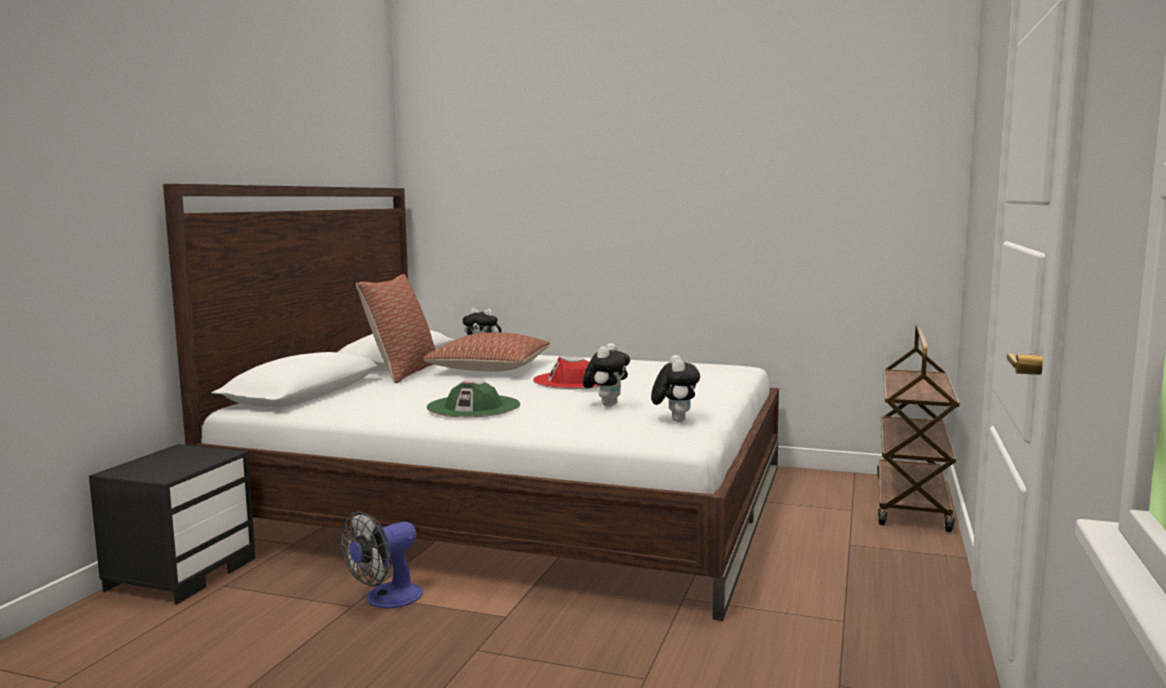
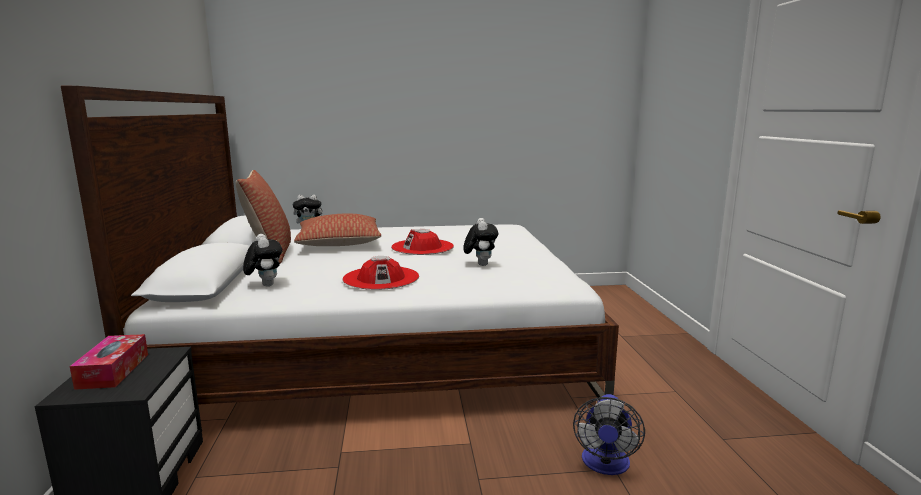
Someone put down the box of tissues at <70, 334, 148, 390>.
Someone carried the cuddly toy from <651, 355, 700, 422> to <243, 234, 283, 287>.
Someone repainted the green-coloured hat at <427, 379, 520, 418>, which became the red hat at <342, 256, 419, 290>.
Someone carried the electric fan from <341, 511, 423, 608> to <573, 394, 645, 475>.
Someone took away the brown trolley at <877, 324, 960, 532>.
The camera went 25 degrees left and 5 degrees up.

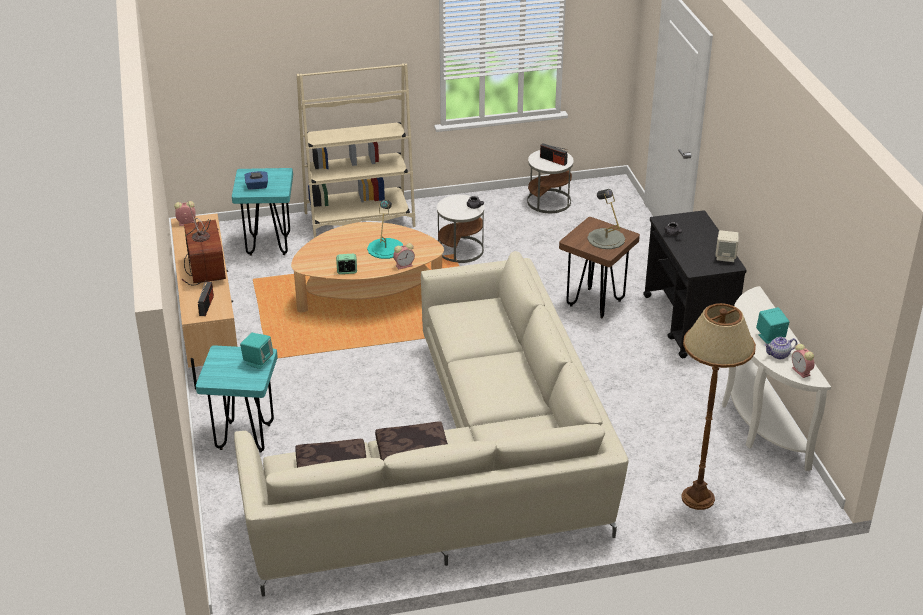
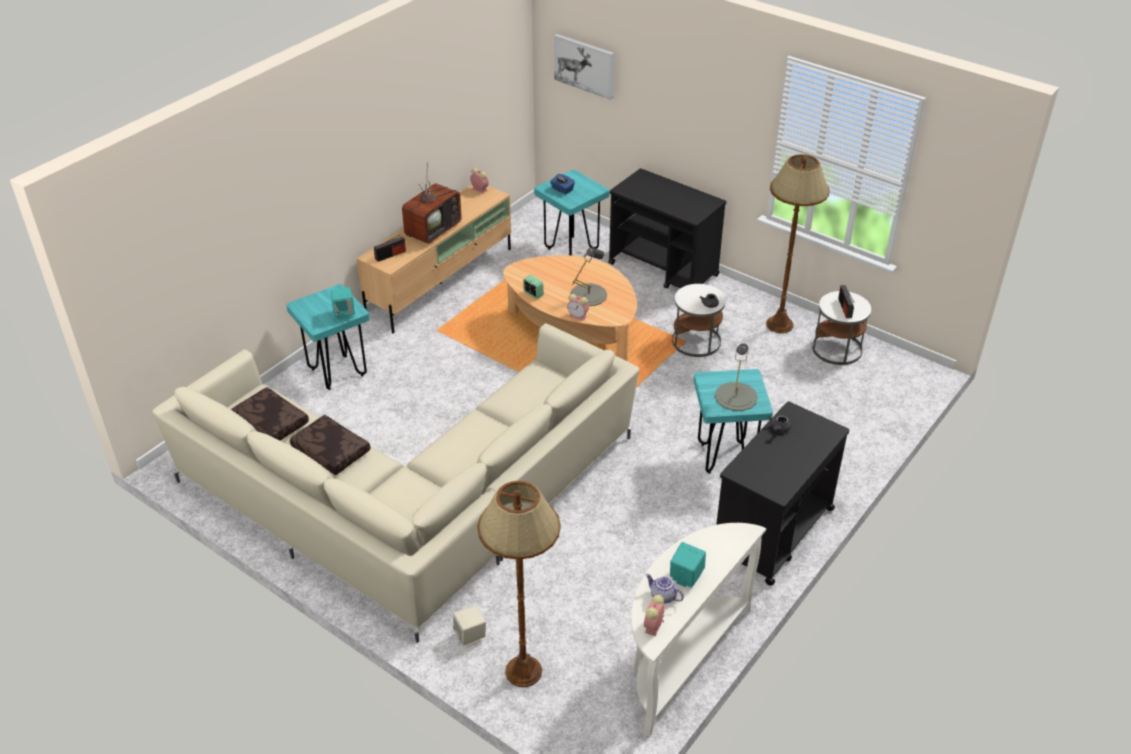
Someone carried the beige-coloured audio speaker from <715, 230, 739, 262> to <453, 606, 486, 648>.
Someone put up the wall art at <554, 34, 614, 100>.
Someone repainted the turquoise-coloured lamp for a table at <367, 200, 403, 259>, which became the gray lamp for a table at <570, 247, 607, 306>.
Someone swapped the beige-coloured bookshelf at <297, 63, 416, 238> for the black trolley at <608, 168, 726, 288>.
Someone repainted the brown sitting stool at <559, 217, 640, 319>, which became the turquoise-coloured sitting stool at <693, 369, 773, 474>.
Someone put down the brown standing lamp at <766, 154, 830, 333>.
The camera went 50 degrees right and 5 degrees up.

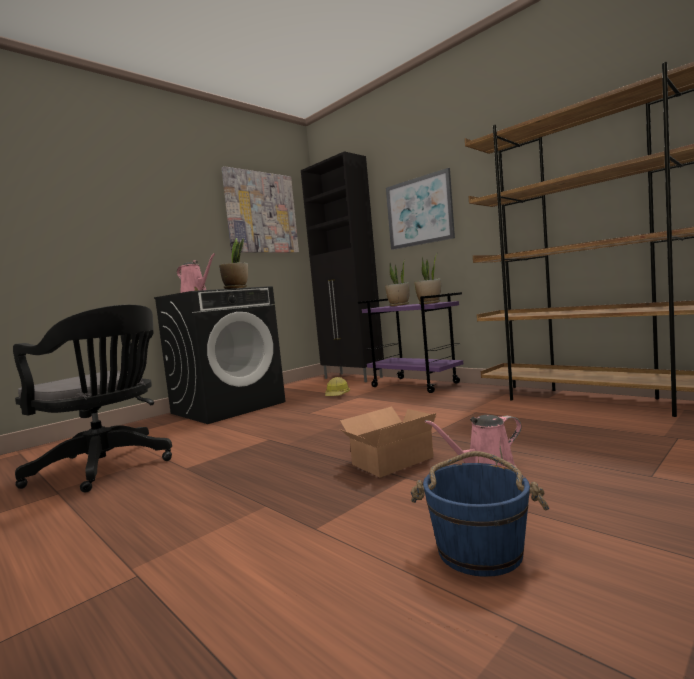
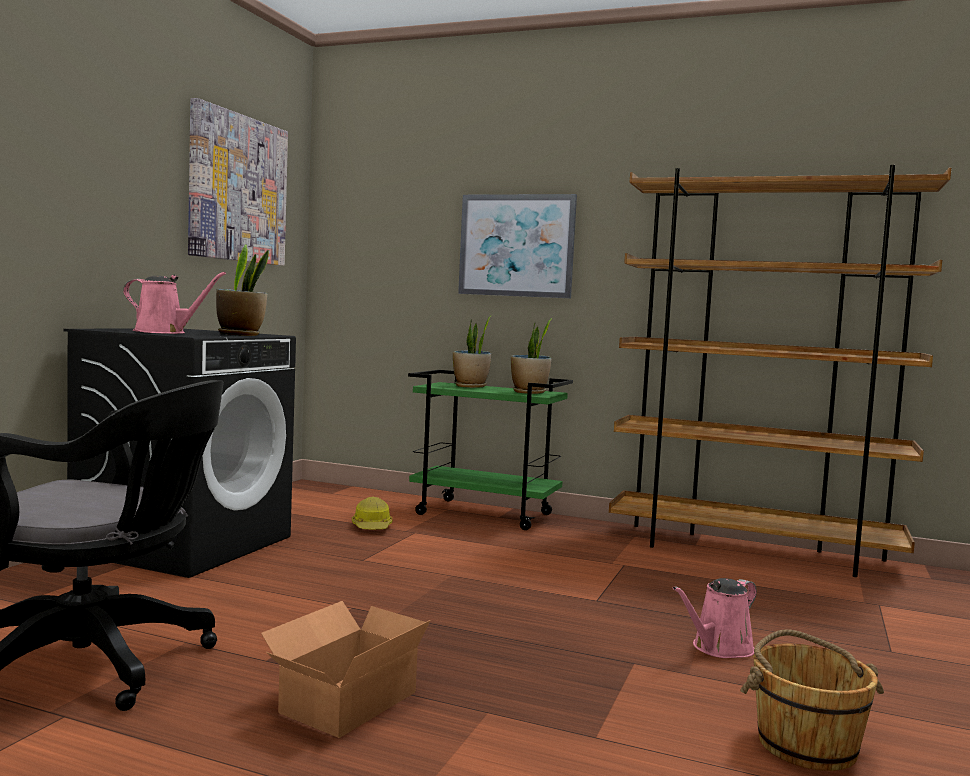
Someone carried the packing box from <340, 406, 436, 478> to <261, 601, 431, 738>.
Someone repainted the purple trolley at <358, 292, 463, 393>, which became the green-coloured trolley at <408, 370, 573, 530>.
Someone repainted the bluish bucket at <410, 451, 549, 577>, which became the brown bucket at <740, 629, 884, 771>.
Someone took away the black storage cabinet at <301, 151, 384, 382>.
The camera went 25 degrees left and 0 degrees up.

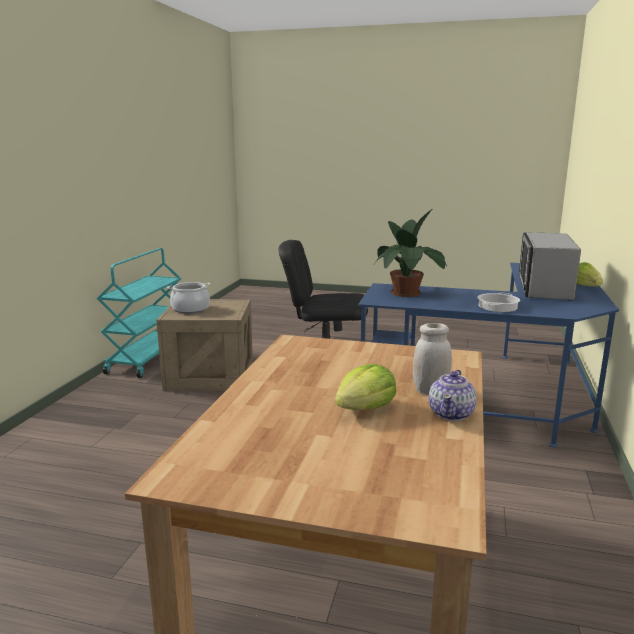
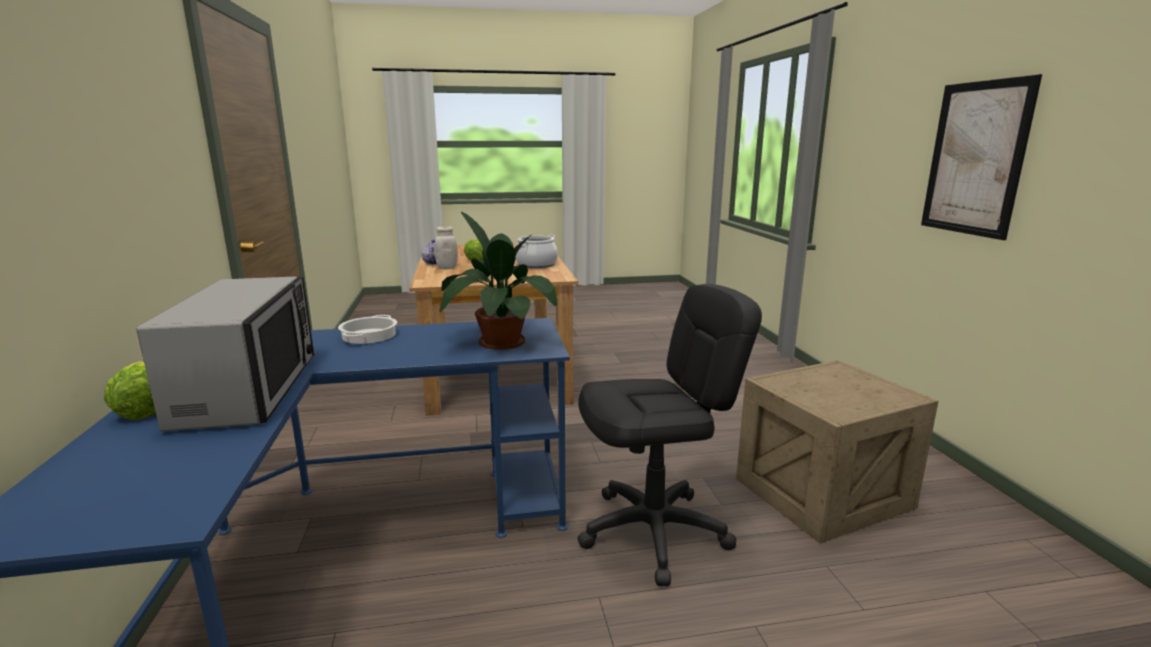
Someone carried the stockpot from <167, 282, 211, 314> to <516, 235, 558, 268>.
Someone put up the wall art at <921, 74, 1042, 240>.
Someone took away the turquoise-coloured trolley at <97, 248, 182, 378>.
The camera went 155 degrees right and 0 degrees up.

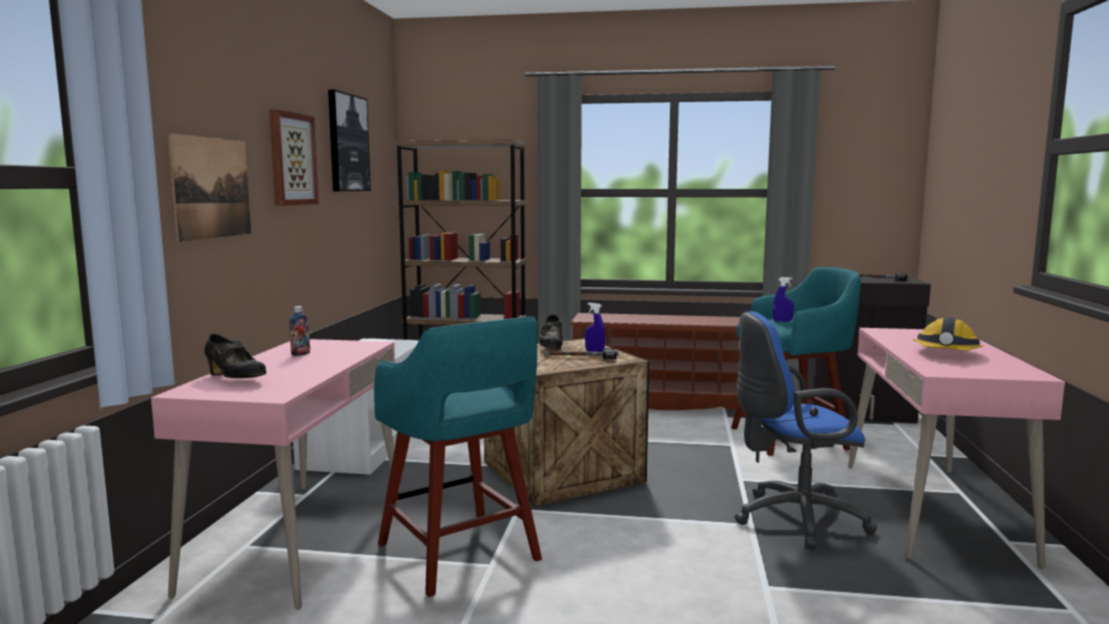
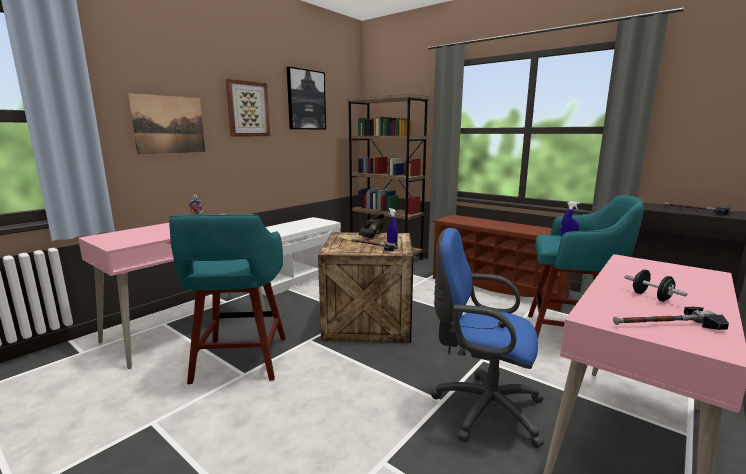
Someone put down the hammer at <613, 307, 729, 330>.
Someone swapped the hard hat at <913, 317, 984, 351> for the black free weight at <624, 269, 687, 302>.
Someone took away the black item of footwear at <204, 334, 266, 378>.
The camera went 30 degrees right and 5 degrees up.

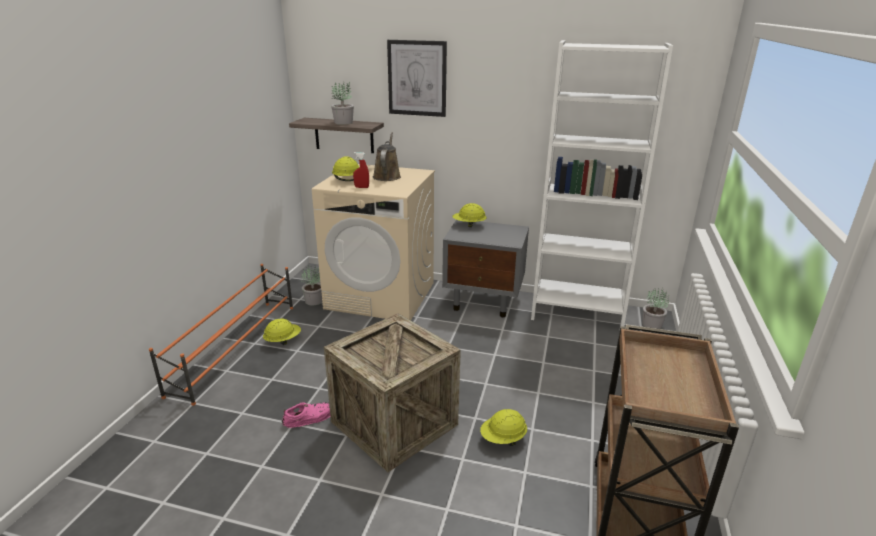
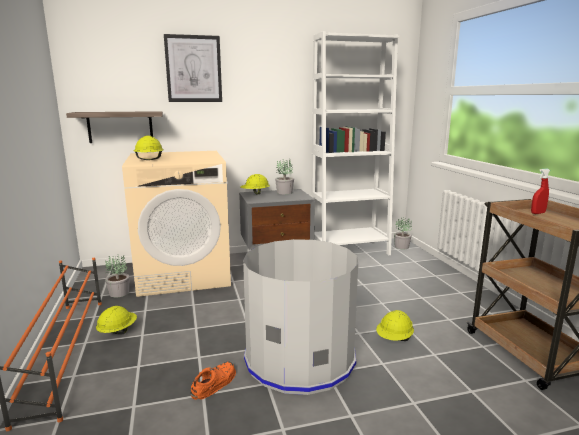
Someone repainted the pink item of footwear at <282, 402, 330, 428>, which became the orange-coloured item of footwear at <190, 361, 236, 400>.
Someone swapped the shipping crate at <324, 313, 461, 472> for the gray trash can at <243, 239, 358, 395>.
Someone carried the houseplant from <331, 81, 354, 125> to <275, 159, 294, 194>.
Someone carried the red hand sprayer from <353, 152, 369, 188> to <531, 169, 550, 214>.
Someone took away the brown sprinkling can at <373, 132, 401, 181>.
The camera went 30 degrees left and 10 degrees down.

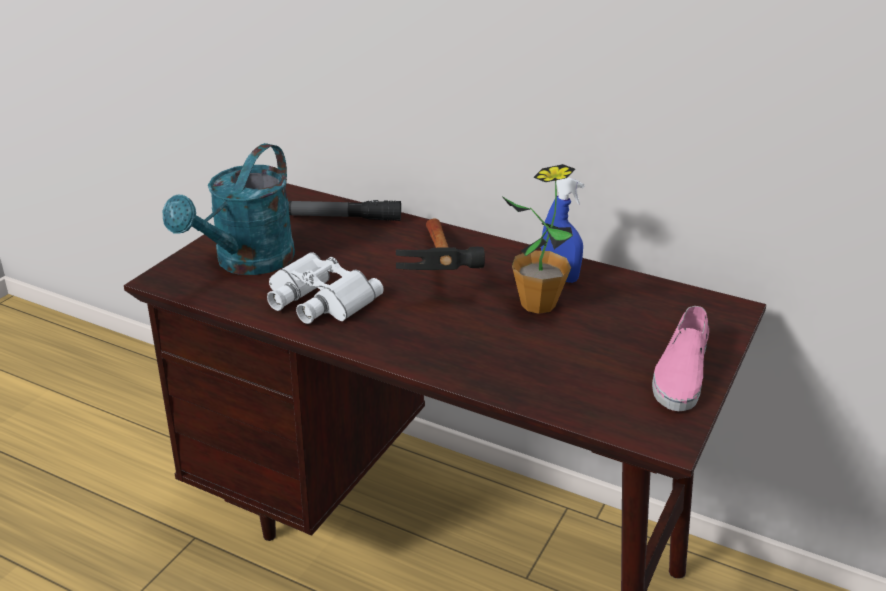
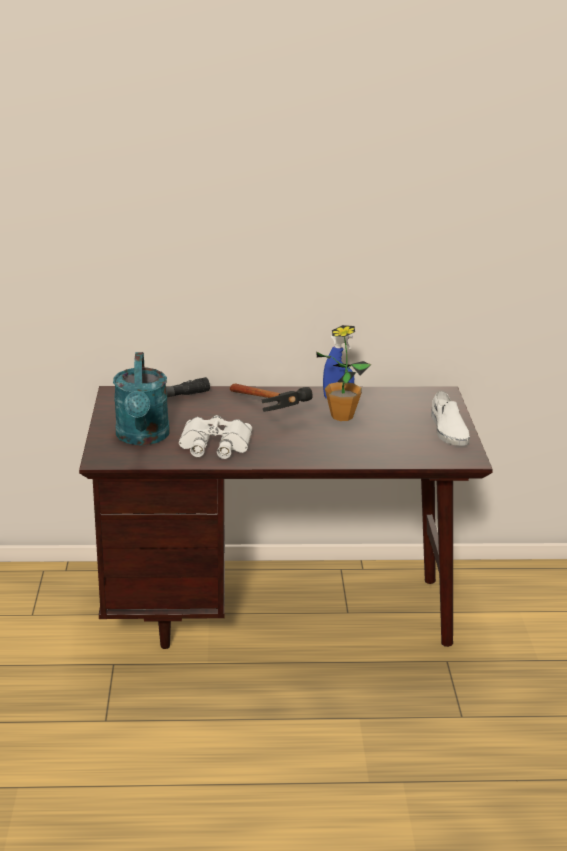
Someone repainted the pink item of footwear at <652, 306, 709, 411>, which became the white item of footwear at <431, 391, 470, 446>.
The camera went 30 degrees left and 5 degrees down.

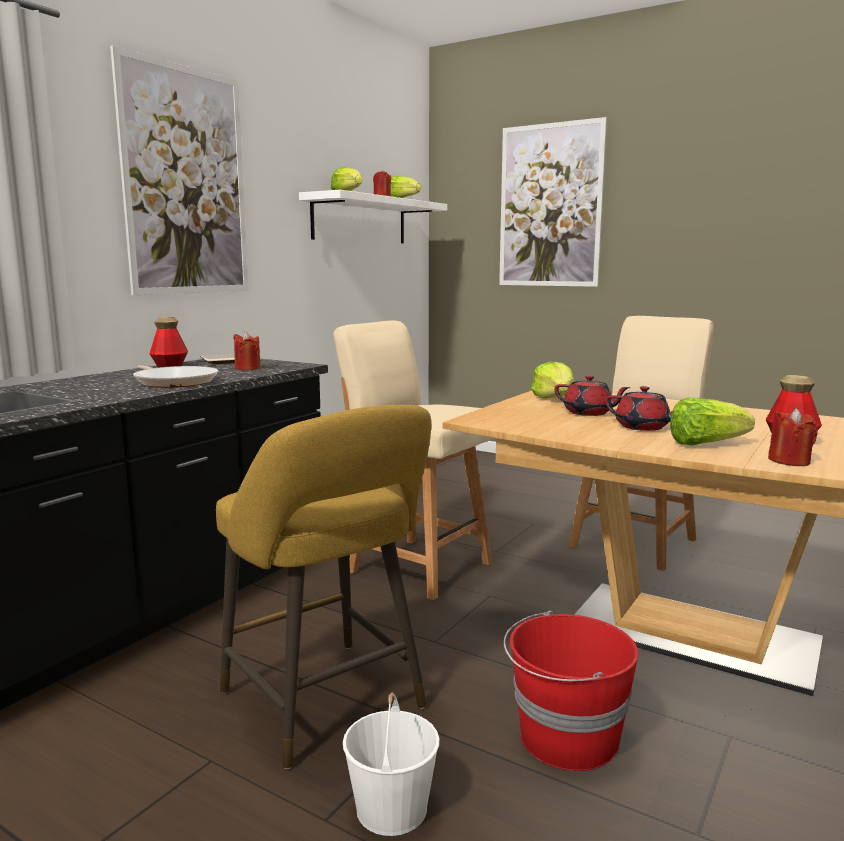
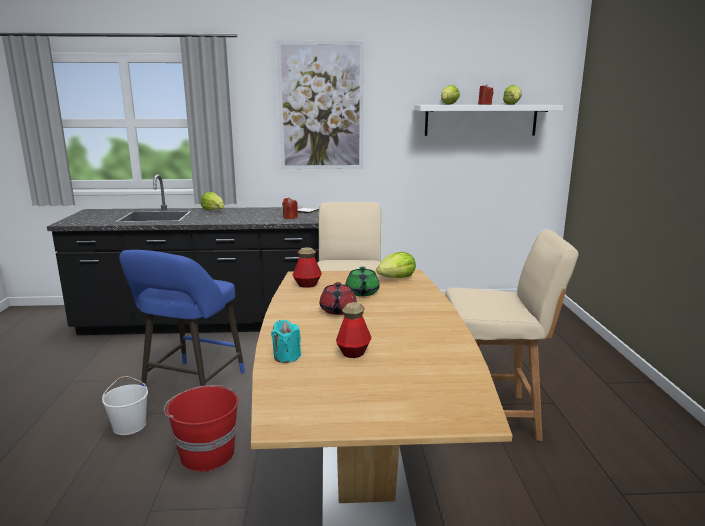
Someone repainted the yellow sitting stool at <216, 405, 431, 769>, which became the bluish sitting stool at <119, 250, 245, 387>.
Someone carried the head of lettuce from <670, 397, 755, 446> to <201, 191, 224, 210>.
Someone repainted the red candle at <768, 408, 817, 466>, which became the turquoise-coloured candle at <271, 320, 301, 363>.
Someone carried the beverage bottle from <149, 317, 188, 368> to <292, 247, 322, 288>.
Someone repainted the red teapot at <555, 375, 631, 416>, which became the green-coloured teapot at <345, 267, 380, 296>.
Someone took away the pan at <133, 365, 218, 388>.
Someone took away the wall art at <499, 117, 607, 287>.
The camera went 55 degrees right and 5 degrees up.

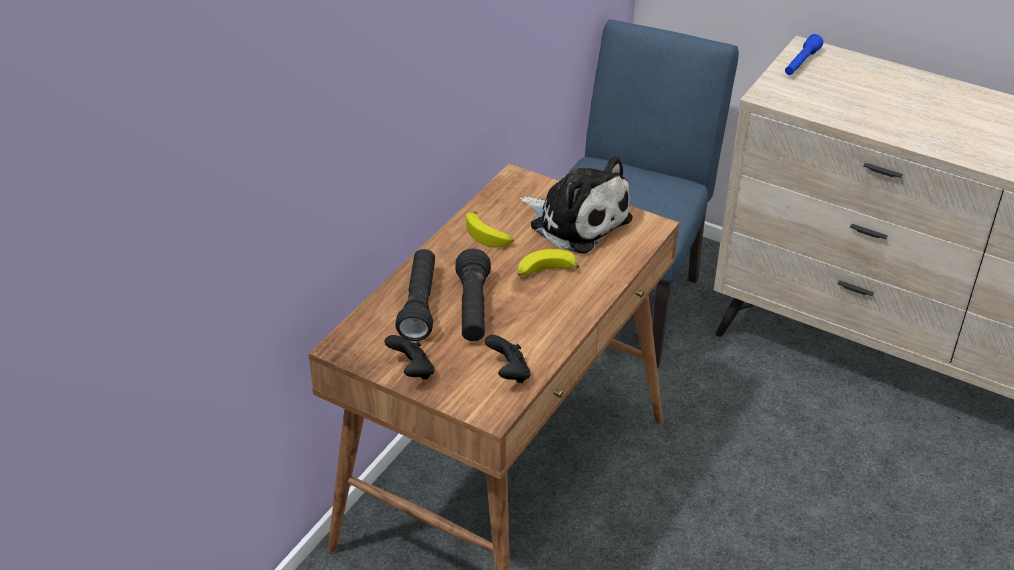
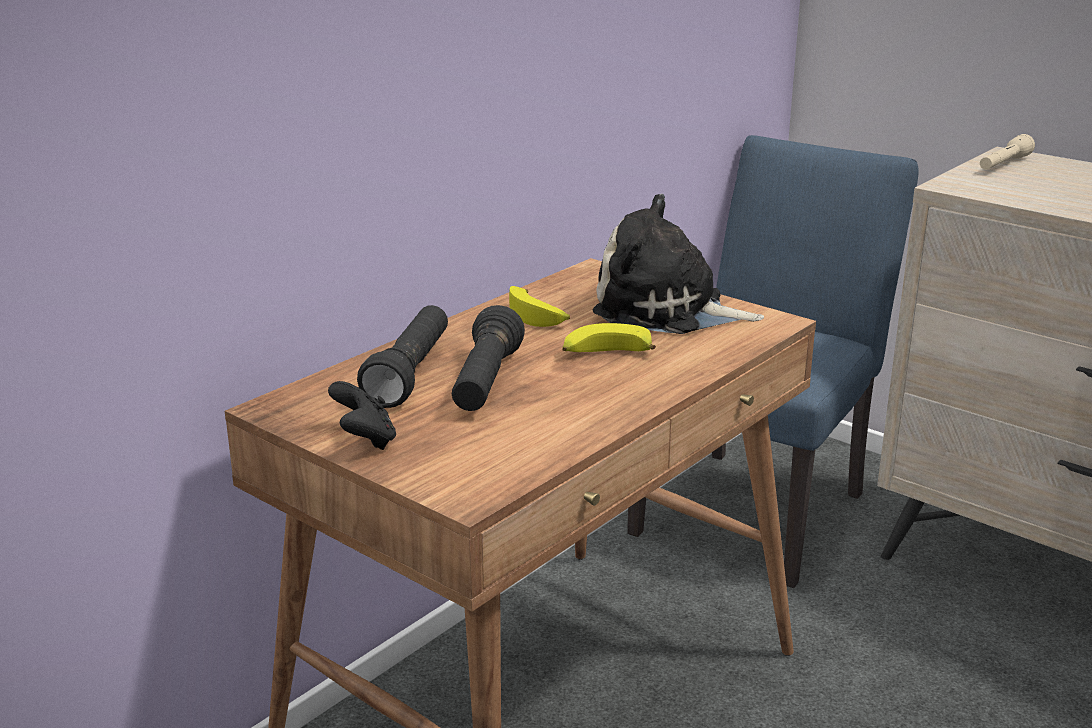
Someone rotated the cuddly toy at <519, 156, 633, 254> by 150 degrees clockwise.
Someone repainted the bluish hand torch at <785, 34, 823, 75>, which became the beige-coloured hand torch at <980, 134, 1035, 170>.
Someone took away the black joypad at <485, 335, 531, 383>.
The camera went 10 degrees right and 15 degrees down.

